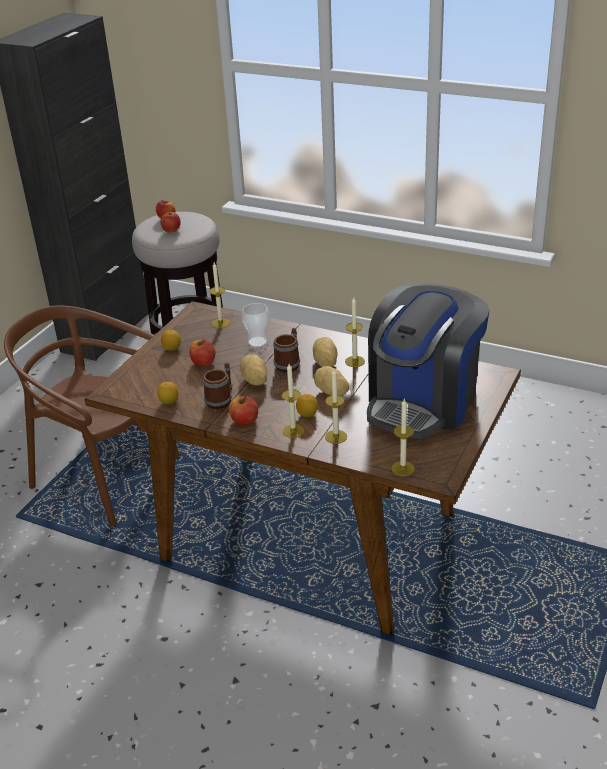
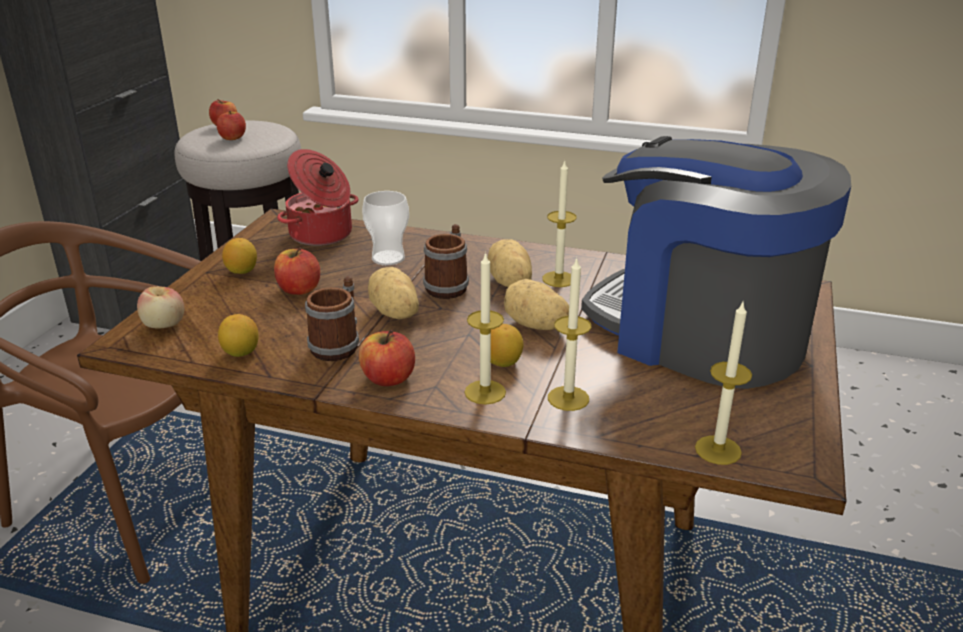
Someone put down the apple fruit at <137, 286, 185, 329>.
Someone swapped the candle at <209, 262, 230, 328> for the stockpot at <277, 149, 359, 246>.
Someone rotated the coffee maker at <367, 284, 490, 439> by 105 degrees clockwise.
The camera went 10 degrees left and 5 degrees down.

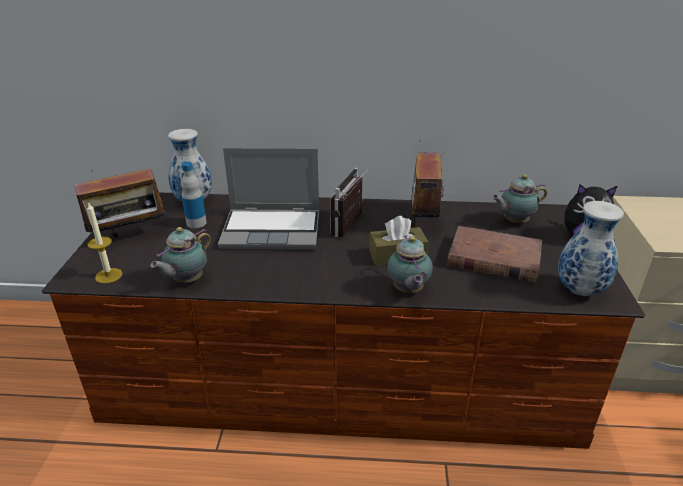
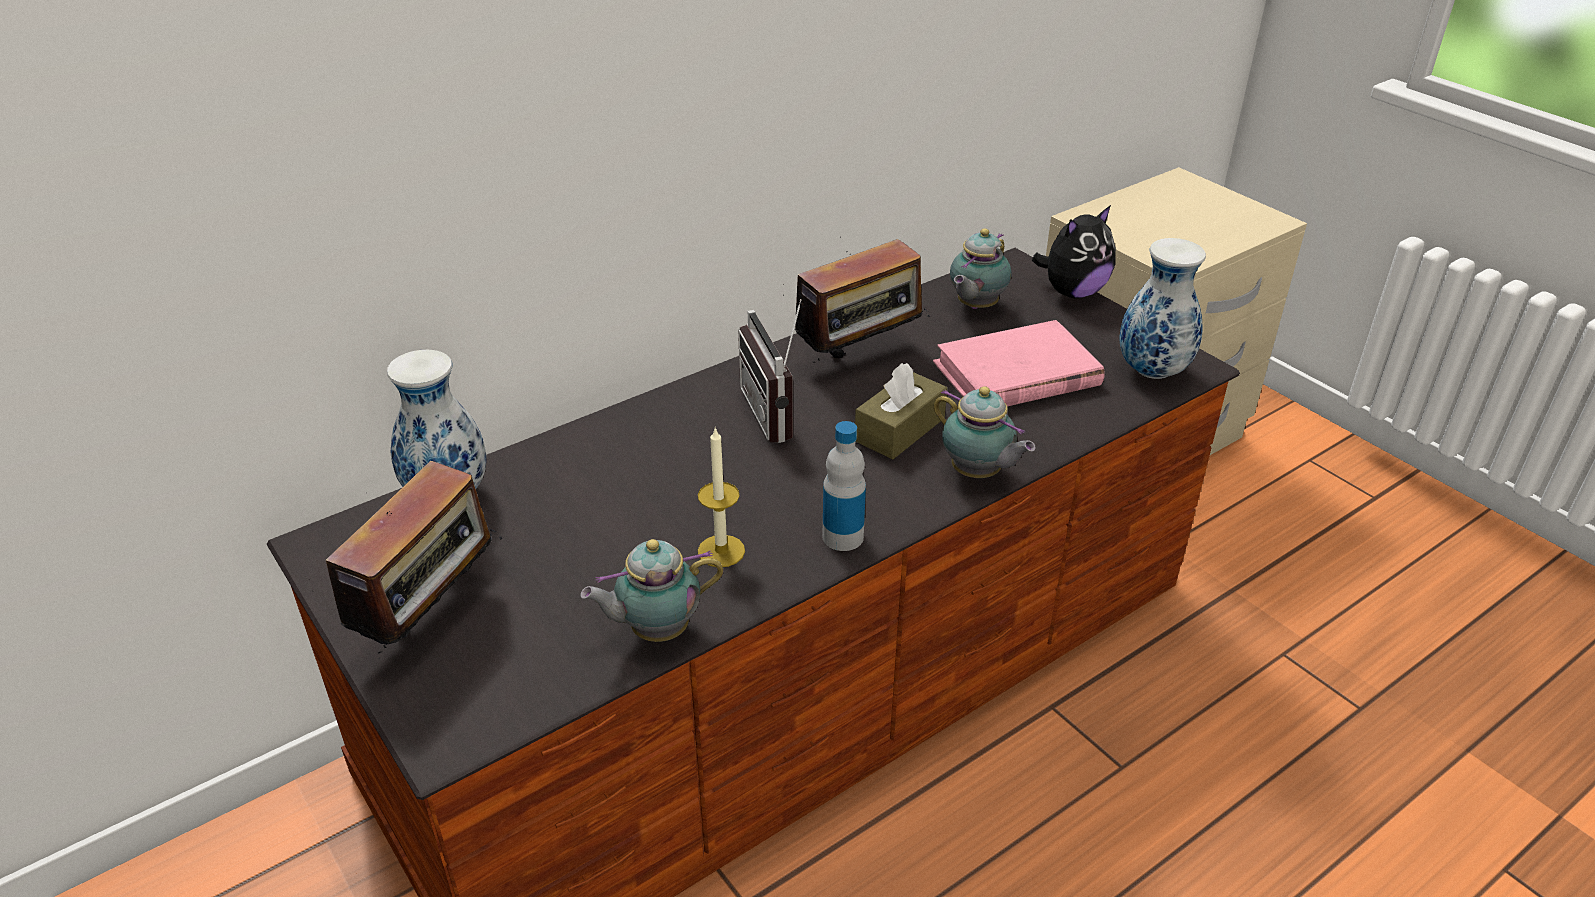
Someone rotated the teapot at <150, 227, 211, 283> by 75 degrees clockwise.
Someone carried the candle from <87, 202, 122, 284> to <698, 428, 745, 567>.
Someone rotated the radio set at <399, 140, 453, 218> by 90 degrees counterclockwise.
Someone carried the beverage bottle from <181, 162, 207, 228> to <822, 421, 866, 551>.
Someone repainted the brown bound book at <447, 226, 542, 283>, which became the pink bound book at <933, 320, 1105, 406>.
Someone took away the notebook computer at <218, 148, 319, 250>.
The camera went 40 degrees left and 5 degrees up.

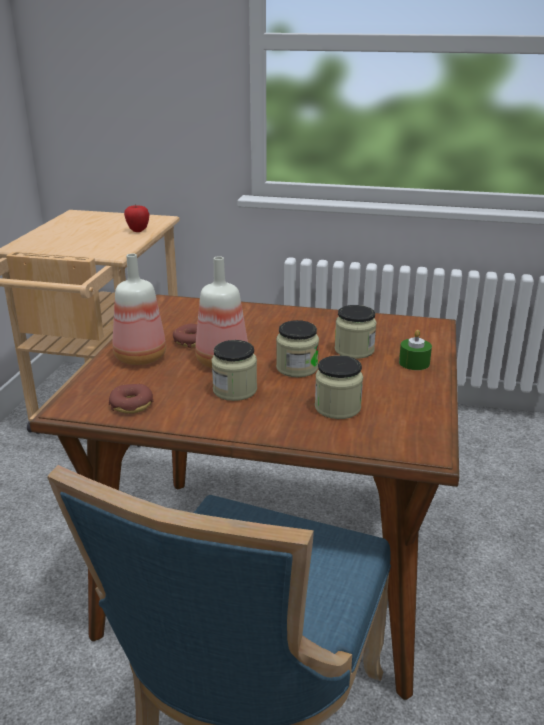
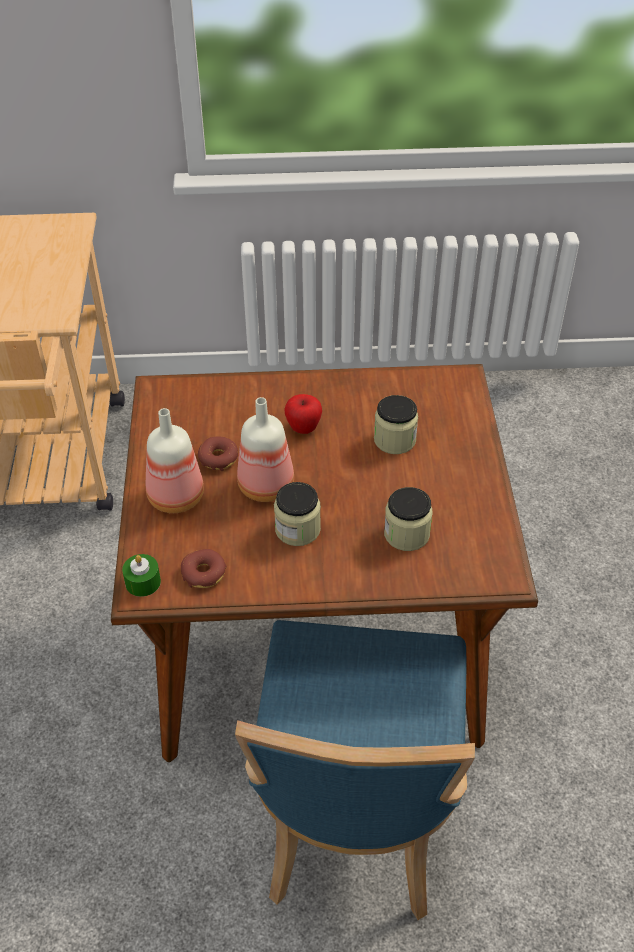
Someone carried the green-coloured candle from <399, 330, 432, 370> to <122, 554, 161, 597>.
Someone carried the apple fruit from <124, 205, 149, 232> to <285, 394, 322, 434>.
Someone took away the preserve jar at <276, 320, 319, 377>.
The camera went 15 degrees left and 20 degrees up.

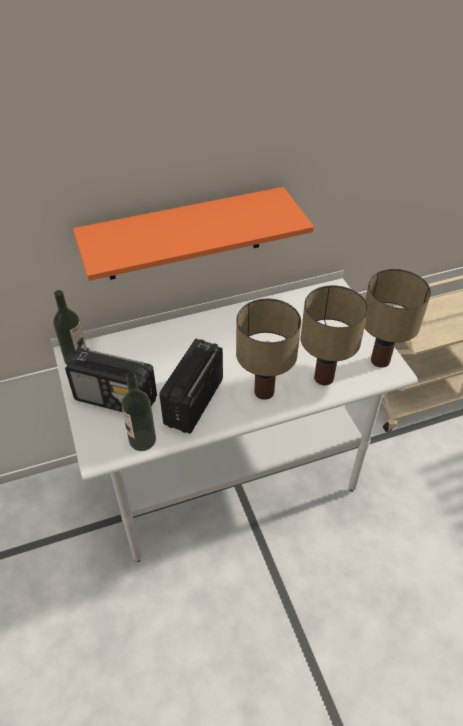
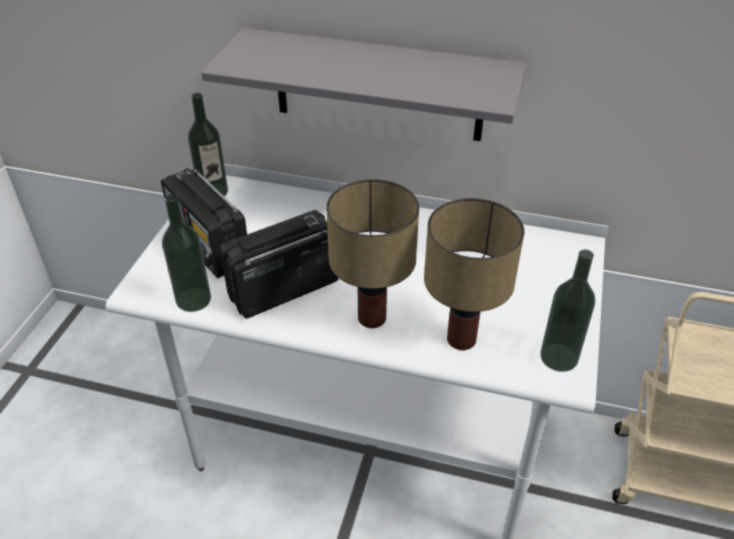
Someone repainted the orange-coloured shelf at <73, 187, 314, 281>, which became the gray shelf at <201, 28, 527, 141>.
Someone swapped the lamp for a table at <364, 269, 431, 368> for the beverage bottle at <540, 249, 595, 372>.
The camera went 35 degrees right and 5 degrees down.

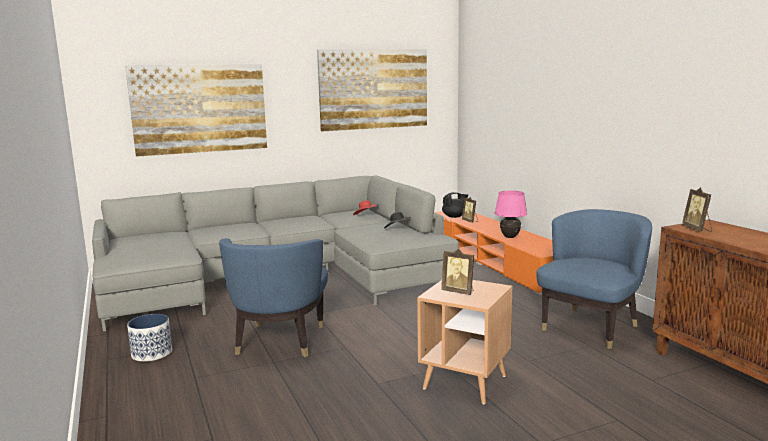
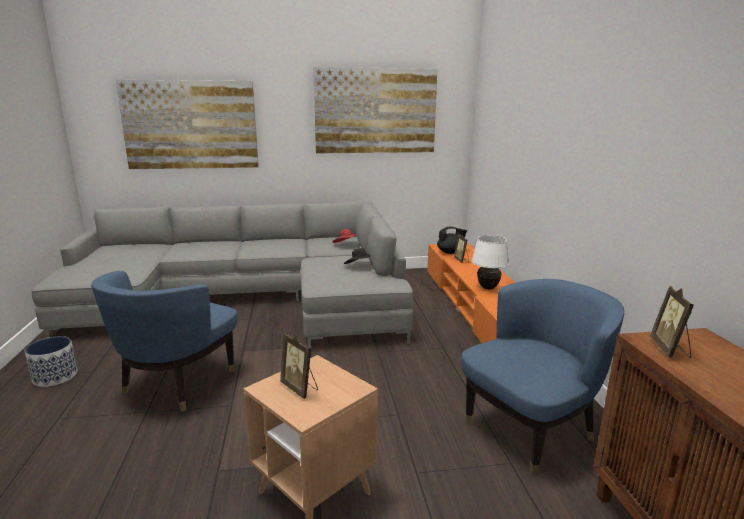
Someone repainted the pink lamp for a table at <494, 191, 527, 238>, which became the white lamp for a table at <472, 235, 509, 290>.
The camera went 15 degrees right and 5 degrees up.

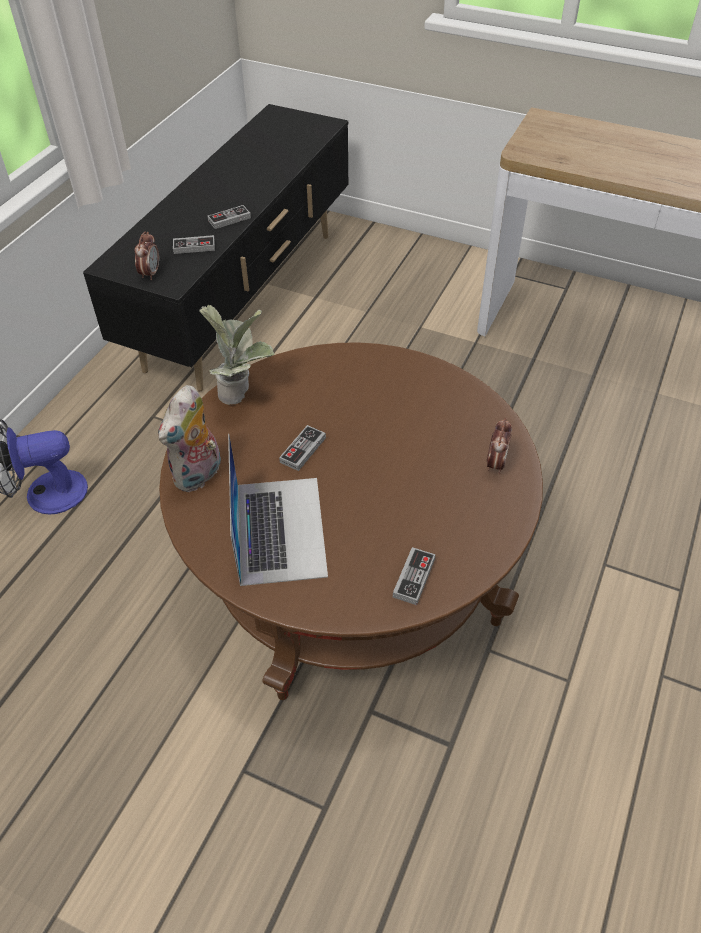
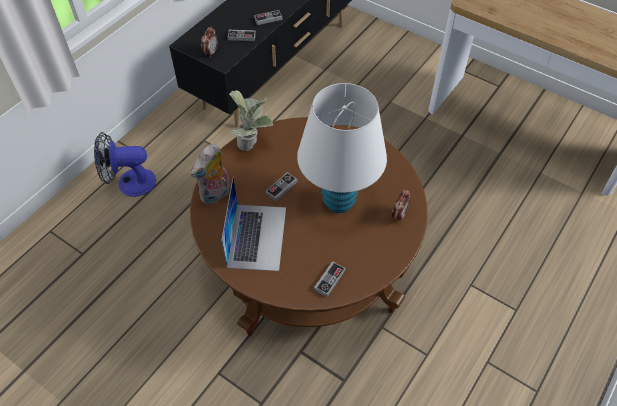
Someone put down the white lamp for a table at <297, 83, 387, 213>.
The camera went 10 degrees right and 5 degrees up.

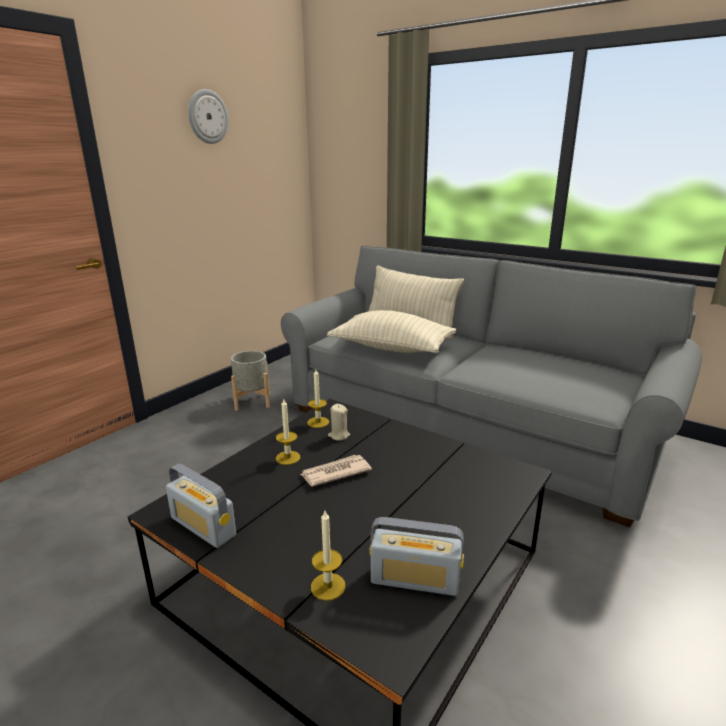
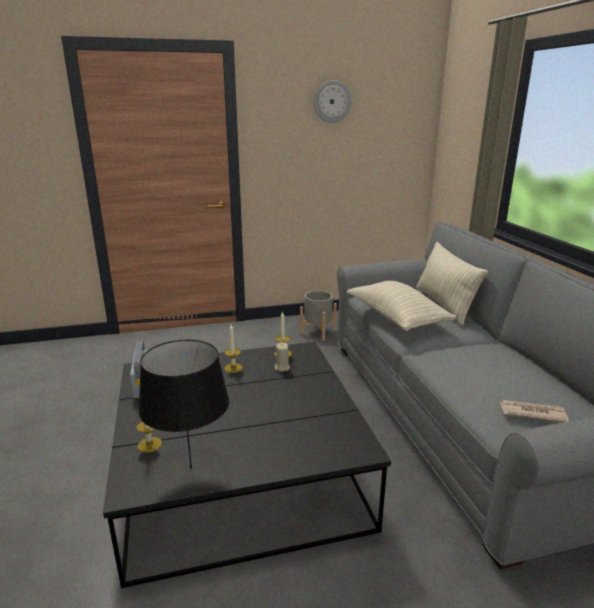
Someone swapped the radio set at <369, 517, 464, 596> for the black lamp for a table at <138, 340, 229, 469>.
Someone carried the daily paper from <301, 455, 372, 487> to <500, 400, 569, 423>.
The camera went 40 degrees right and 0 degrees up.

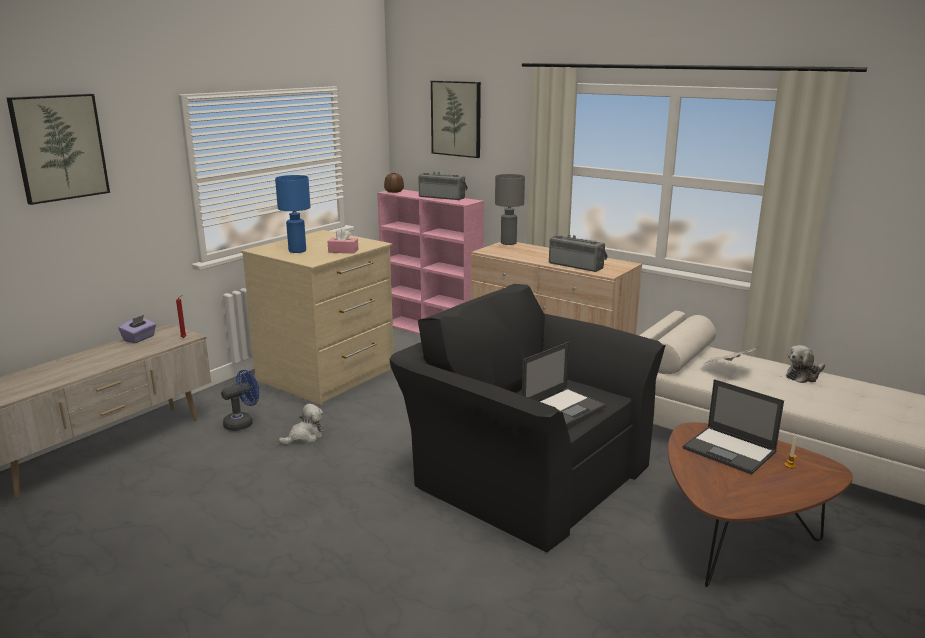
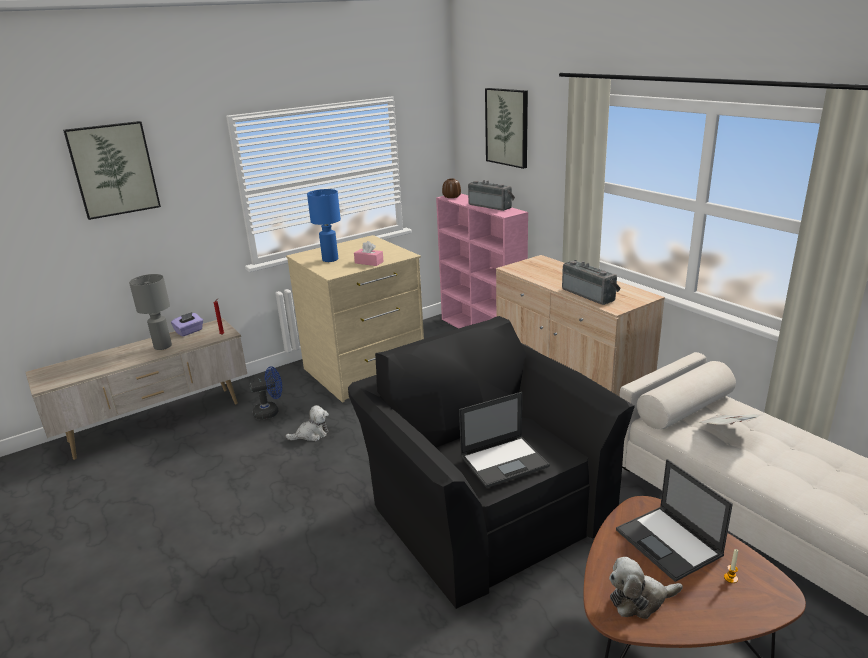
Someone carried the gray lamp for a table from <495, 174, 525, 245> to <129, 274, 172, 350>.
Someone carried the cuddly toy from <786, 345, 825, 383> to <609, 557, 683, 619>.
The camera went 20 degrees right and 5 degrees up.

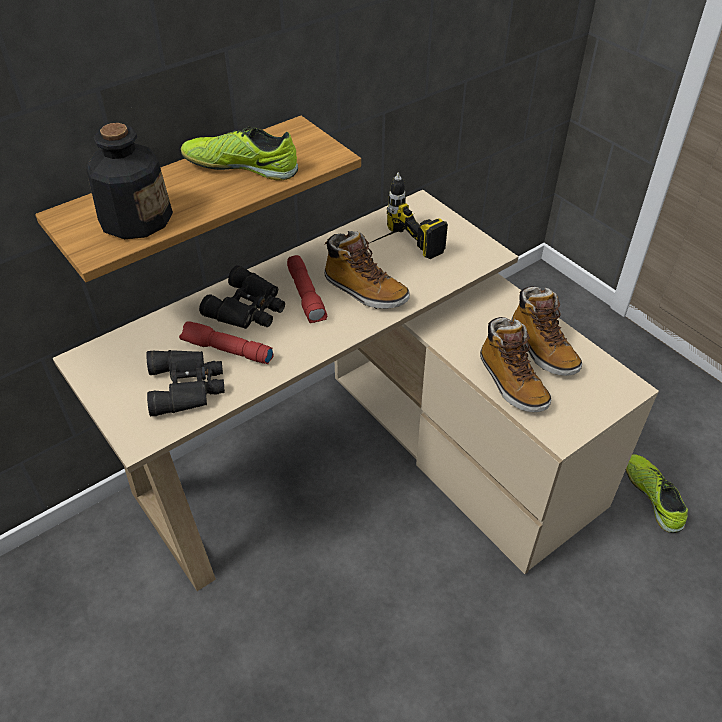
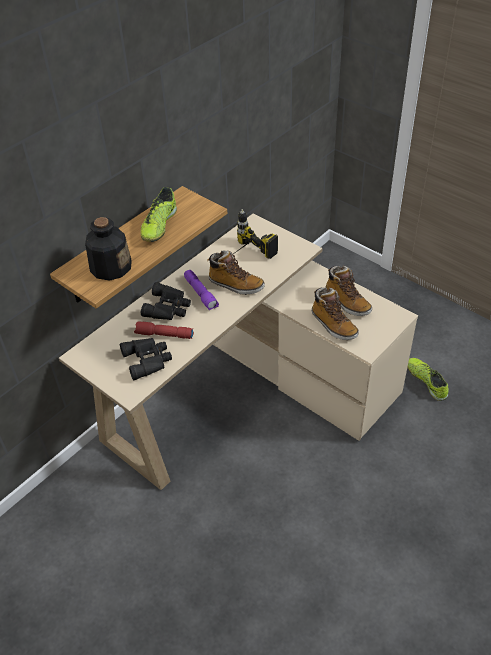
Someone rotated the item of footwear at <181, 126, 298, 181> by 75 degrees counterclockwise.
Someone repainted the red hand torch at <287, 255, 327, 323>, which became the purple hand torch at <184, 270, 219, 310>.
The camera went 10 degrees left and 0 degrees up.

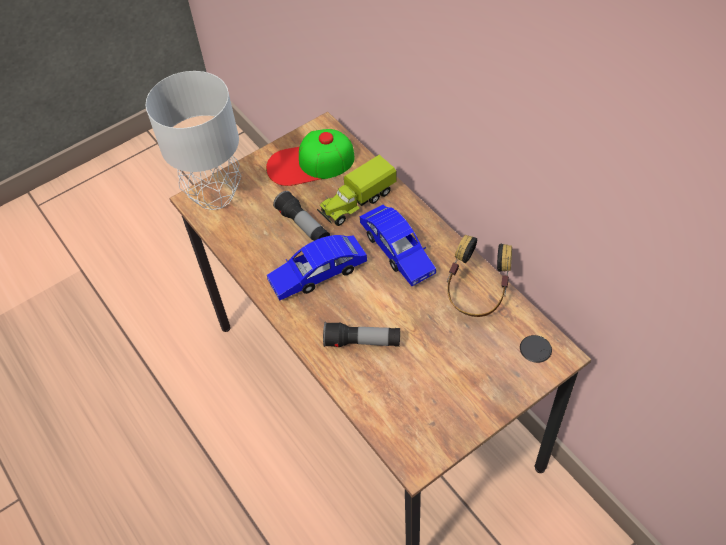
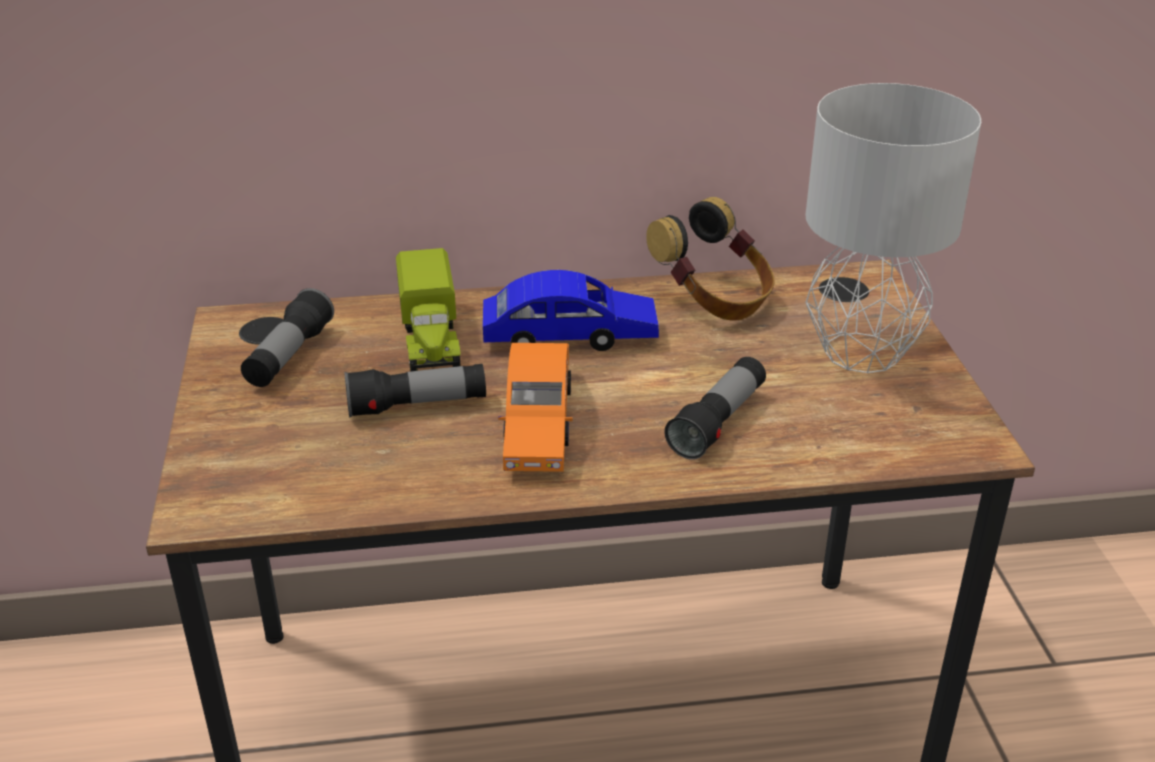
Someone swapped the baseball cap at <266, 129, 355, 186> for the hand torch at <241, 288, 334, 387>.
Someone repainted the bluish toy car at <267, 235, 367, 301>, which became the orange-coloured toy car at <498, 343, 572, 472>.
Someone carried the gray lamp for a table from <146, 71, 242, 210> to <806, 83, 981, 373>.
The camera went 65 degrees left and 20 degrees down.

